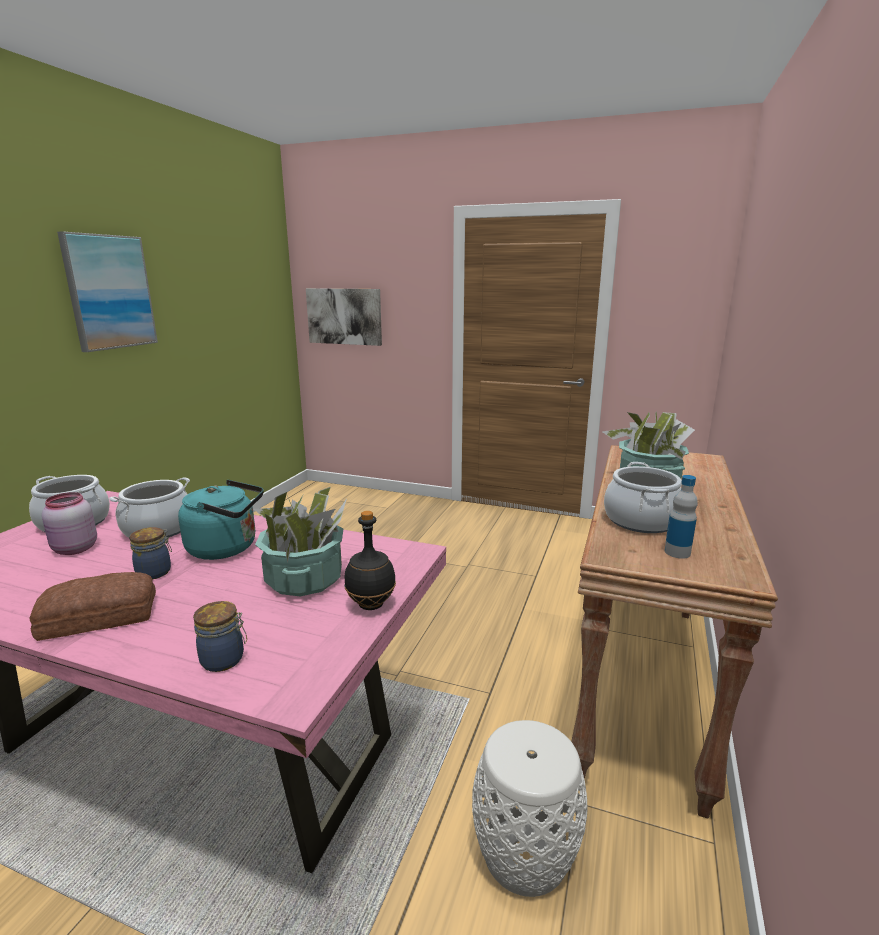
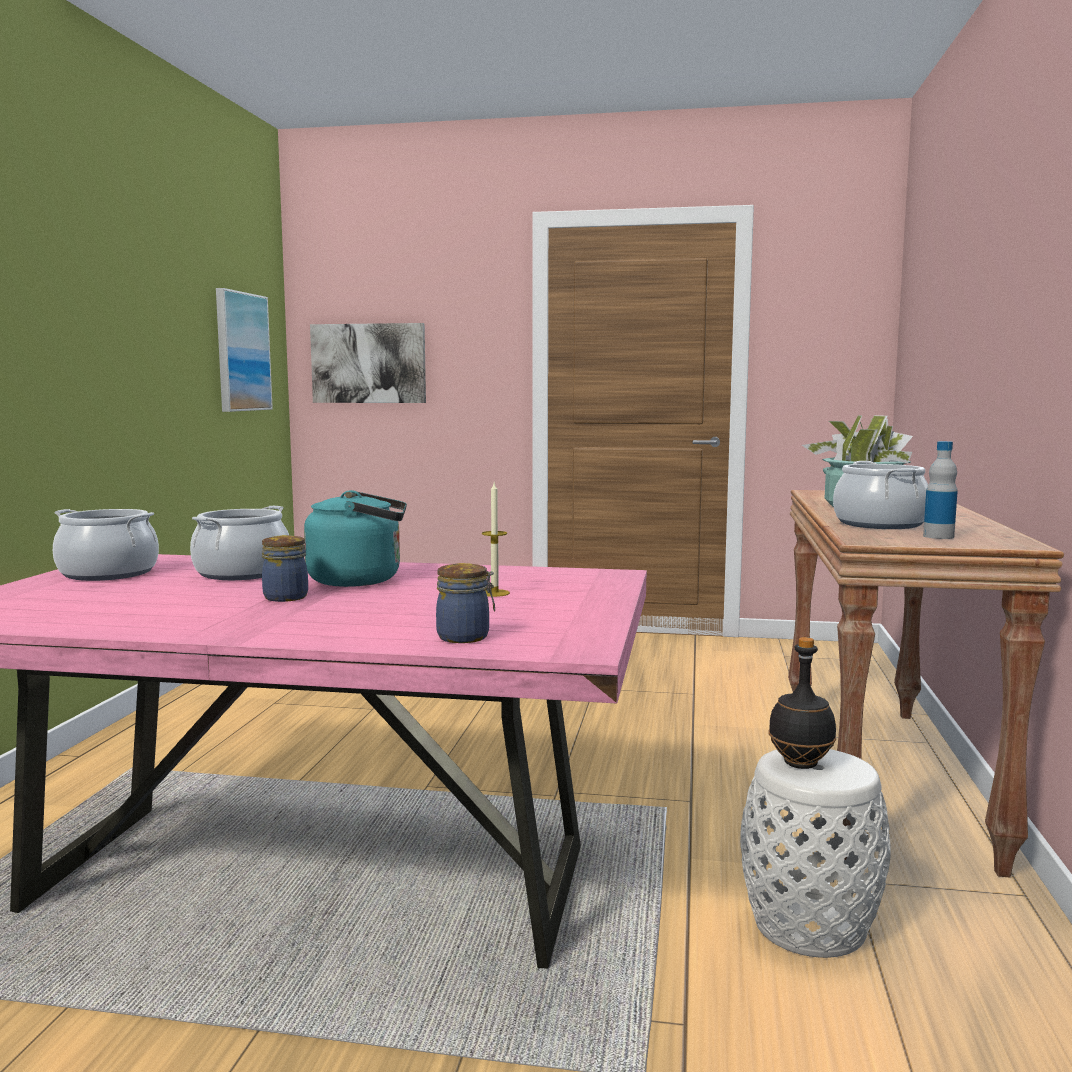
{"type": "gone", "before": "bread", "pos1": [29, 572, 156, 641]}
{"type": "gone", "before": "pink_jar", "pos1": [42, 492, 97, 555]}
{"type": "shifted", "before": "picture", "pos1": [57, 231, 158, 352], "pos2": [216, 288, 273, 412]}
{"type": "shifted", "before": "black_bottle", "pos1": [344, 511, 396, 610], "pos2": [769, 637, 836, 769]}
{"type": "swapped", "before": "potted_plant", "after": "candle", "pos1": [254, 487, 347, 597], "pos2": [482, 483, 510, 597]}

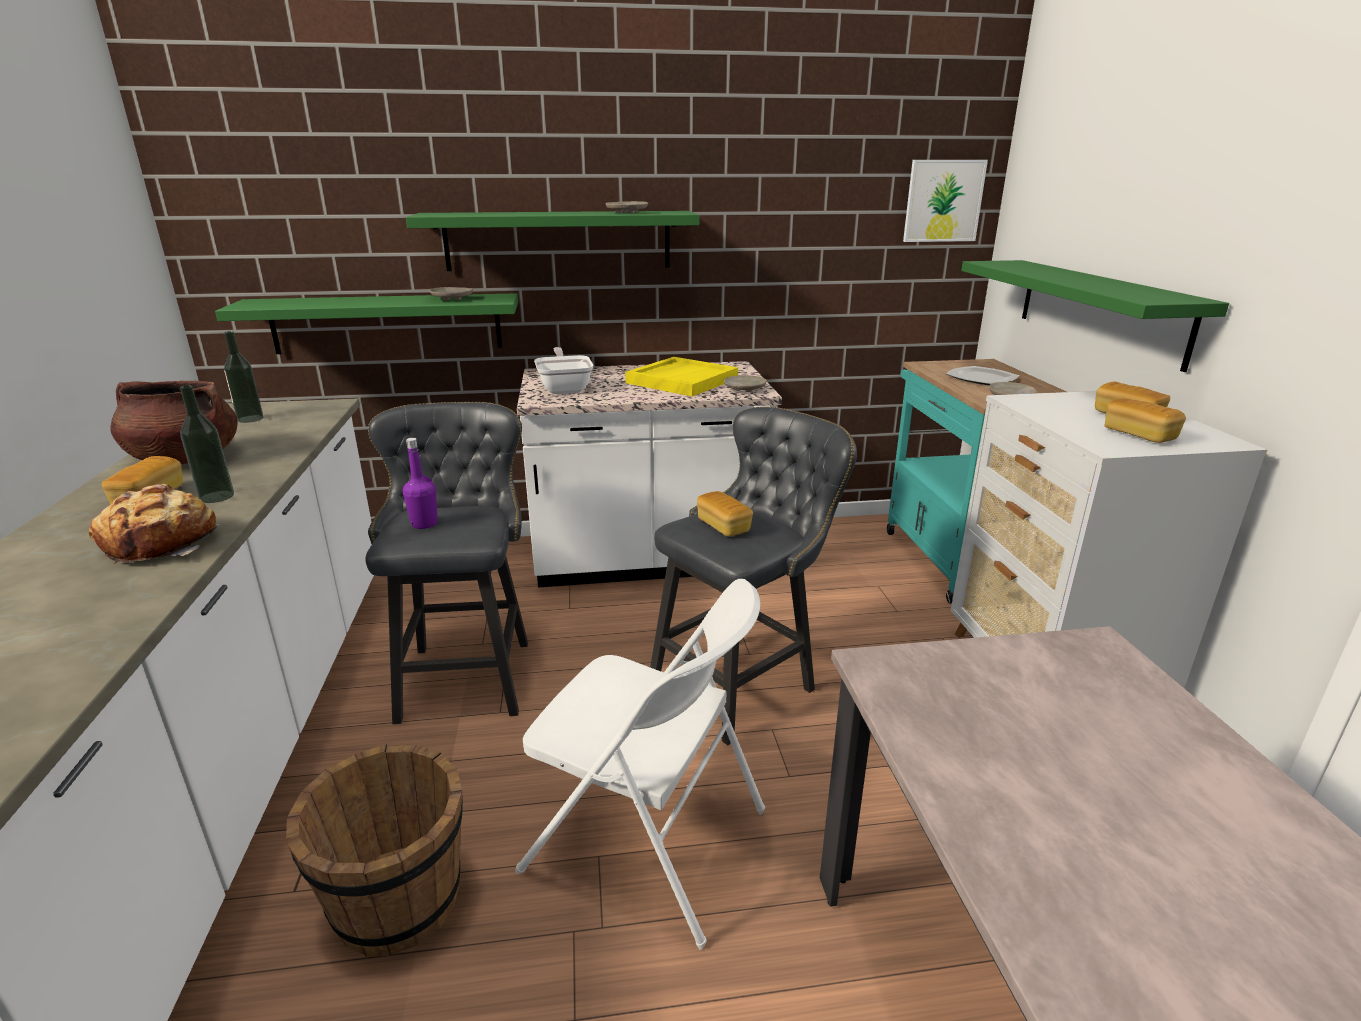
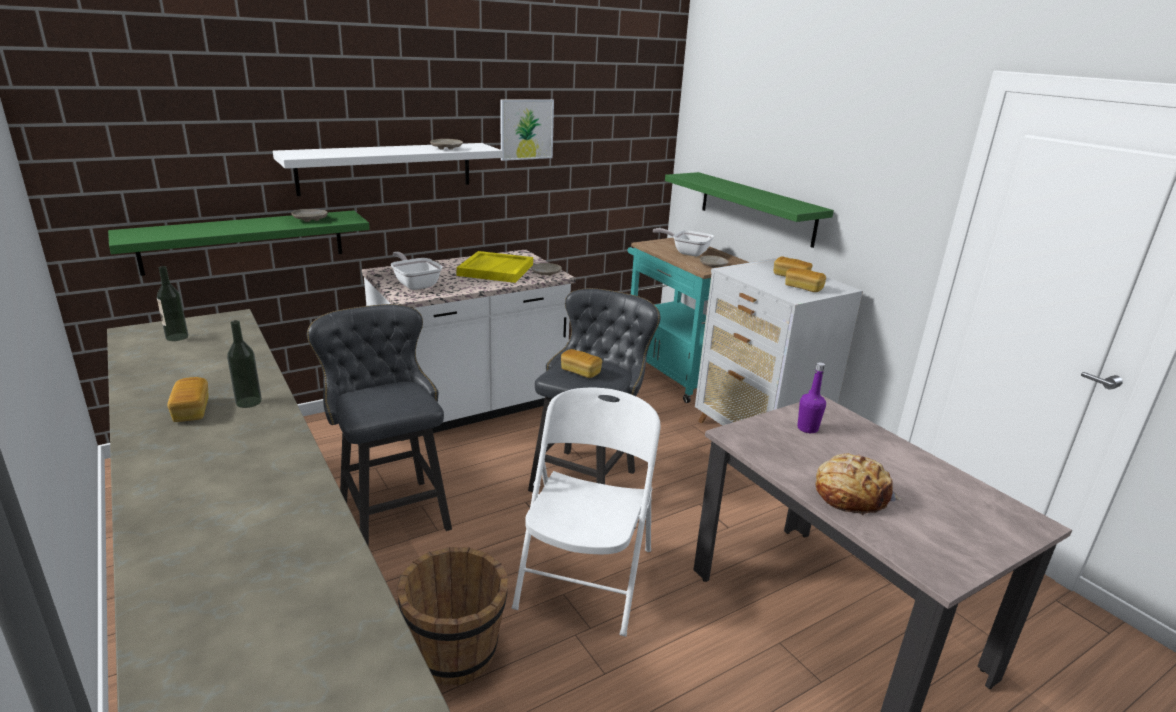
{"type": "gone", "before": "brown_cooking_pot", "pos1": [111, 381, 237, 464]}
{"type": "shifted", "before": "bread", "pos1": [89, 484, 219, 564], "pos2": [815, 453, 901, 515]}
{"type": "shifted", "before": "purple_bottle", "pos1": [403, 438, 438, 529], "pos2": [797, 362, 826, 433]}
{"type": "shifted", "before": "picture", "pos1": [903, 160, 988, 242], "pos2": [501, 99, 554, 161]}
{"type": "swapped", "before": "plate", "after": "frying_pan", "pos1": [946, 366, 1019, 385], "pos2": [653, 228, 714, 256]}
{"type": "repainted", "before": "green_shelf", "after": "white_shelf", "pos1": [406, 211, 699, 271], "pos2": [273, 143, 503, 196]}
{"type": "rotated", "before": "white_chair", "pos1": [516, 579, 765, 950], "pos2": [512, 388, 661, 637], "turn": -75}

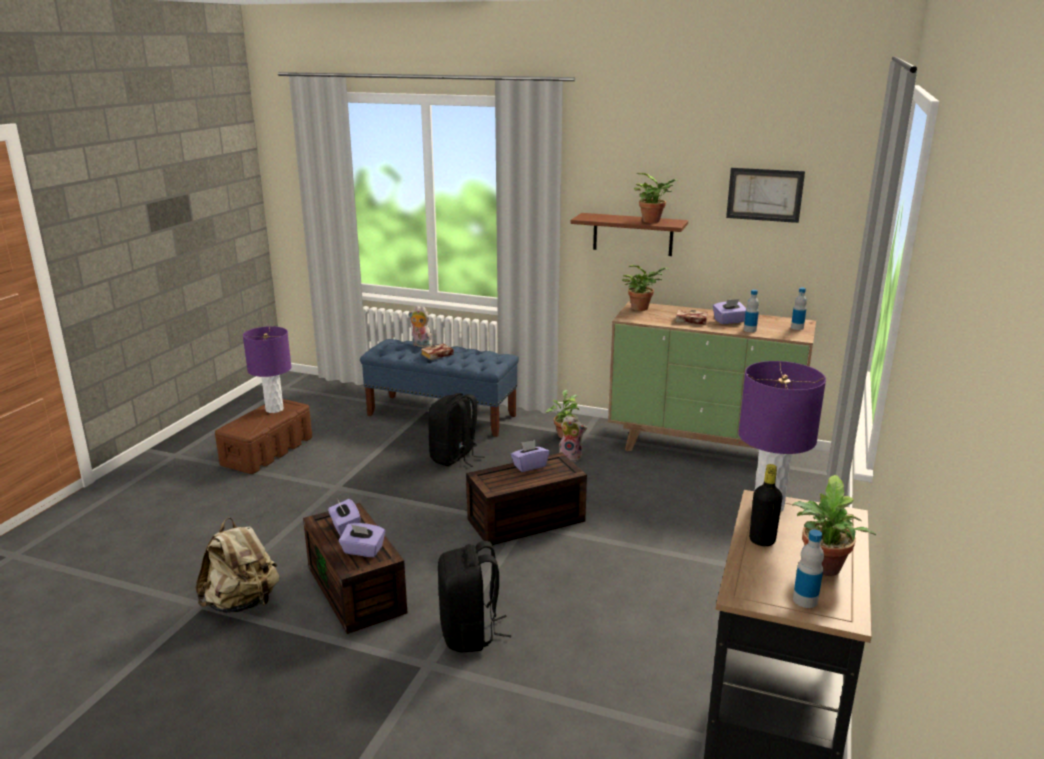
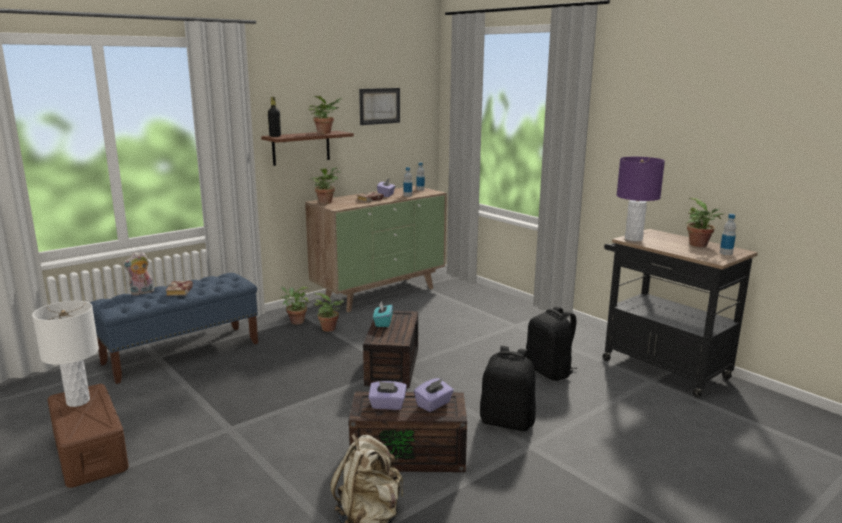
{"type": "shifted", "before": "black_backpack", "pos1": [428, 393, 485, 467], "pos2": [526, 306, 578, 381]}
{"type": "shifted", "before": "black_bottle", "pos1": [749, 464, 783, 546], "pos2": [268, 97, 281, 137]}
{"type": "swapped", "before": "plush_toy", "after": "potted_plant", "pos1": [559, 415, 587, 462], "pos2": [314, 293, 344, 332]}
{"type": "repainted", "before": "purple_table_lamp", "after": "white_table_lamp", "pos1": [243, 326, 291, 413], "pos2": [32, 301, 99, 407]}
{"type": "repainted", "before": "purple_tissue_box", "after": "turquoise_tissue_box", "pos1": [511, 440, 549, 472], "pos2": [373, 301, 393, 327]}

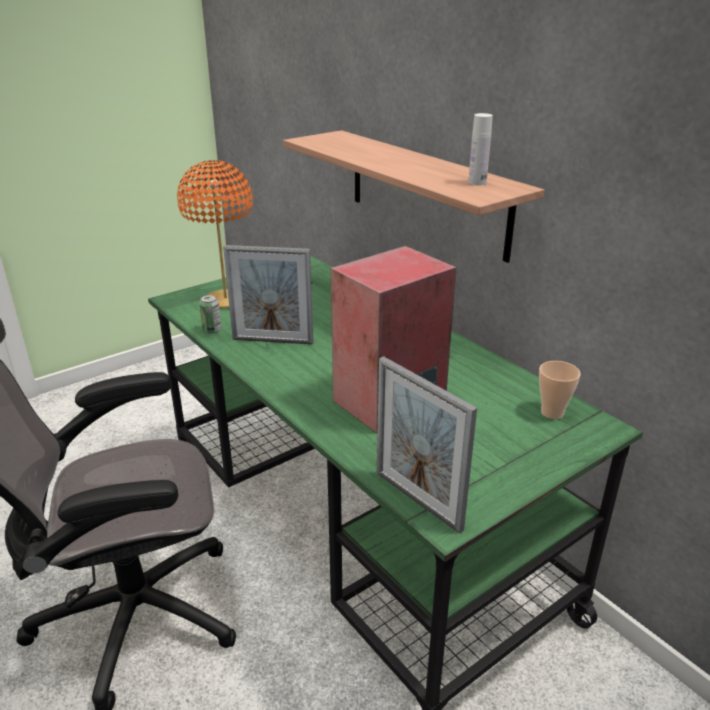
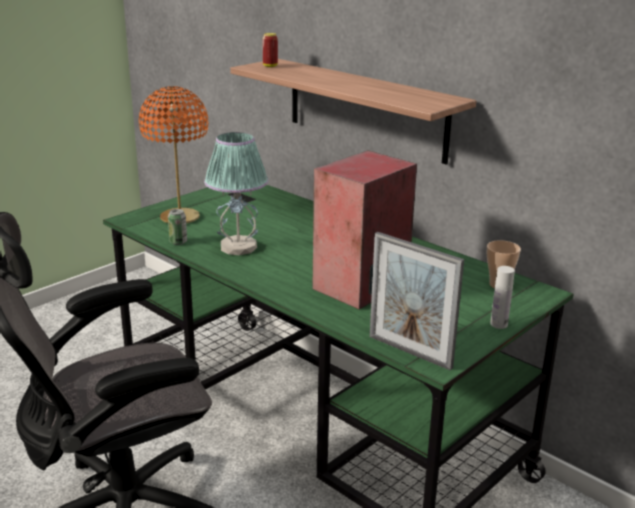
{"type": "new", "after": "can", "pos2": [262, 33, 278, 67]}
{"type": "shifted", "before": "white_bottle", "pos1": [468, 113, 493, 185], "pos2": [490, 266, 515, 329]}
{"type": "swapped", "before": "picture_frame", "after": "table_lamp", "pos1": [223, 245, 313, 345], "pos2": [204, 132, 269, 255]}

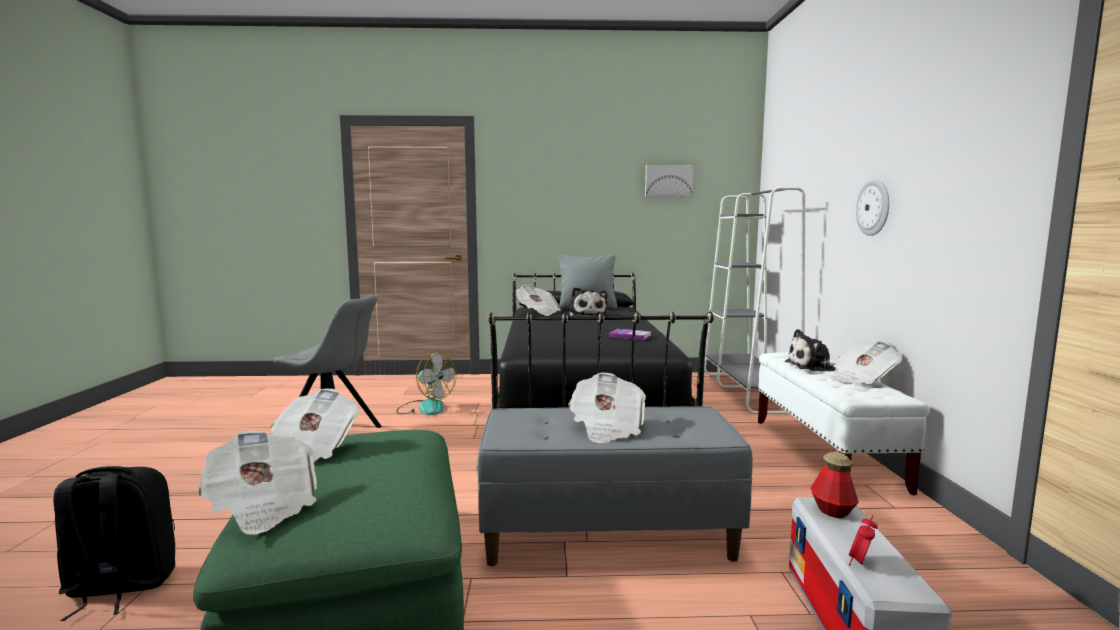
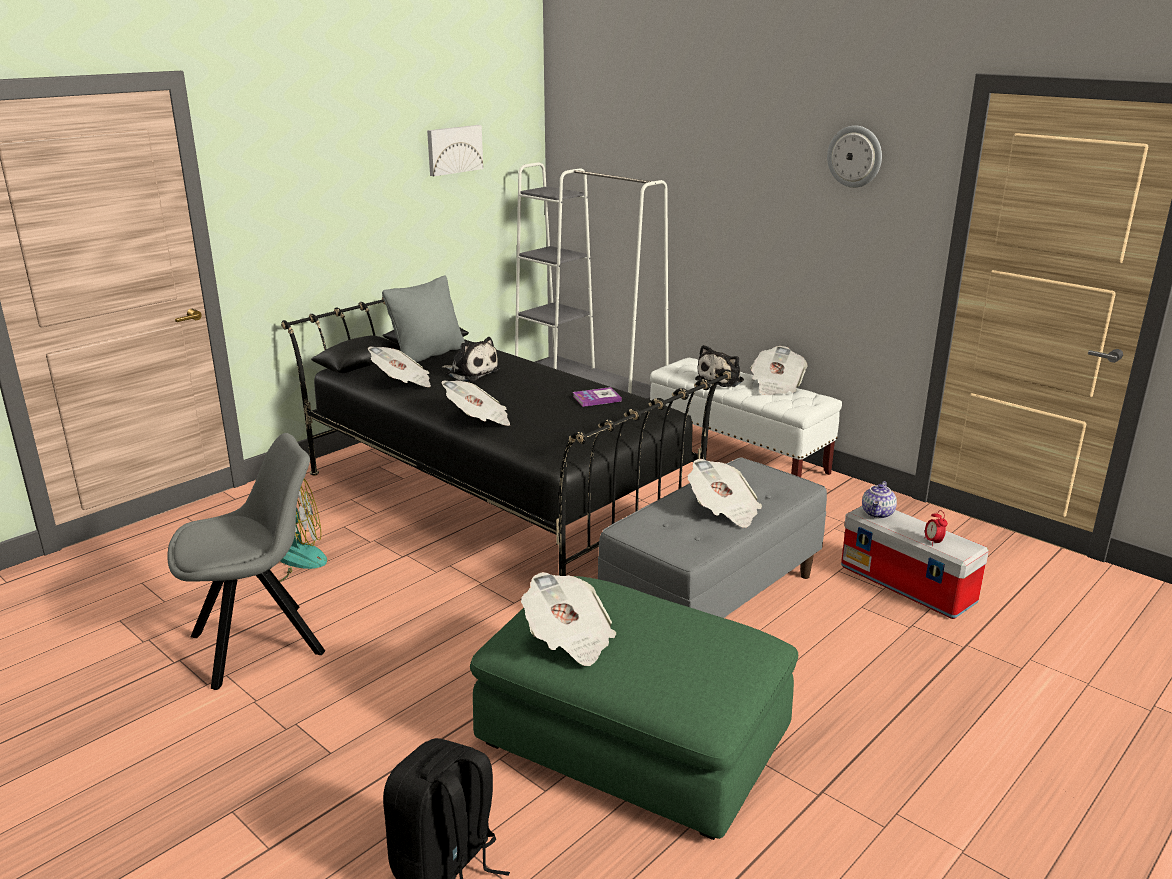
{"type": "shifted", "before": "newspaper", "pos1": [197, 430, 317, 535], "pos2": [441, 380, 510, 426]}
{"type": "shifted", "before": "wall_clock", "pos1": [856, 179, 889, 236], "pos2": [827, 125, 882, 188]}
{"type": "swapped", "before": "bottle", "after": "teapot", "pos1": [811, 452, 859, 518], "pos2": [862, 481, 897, 519]}

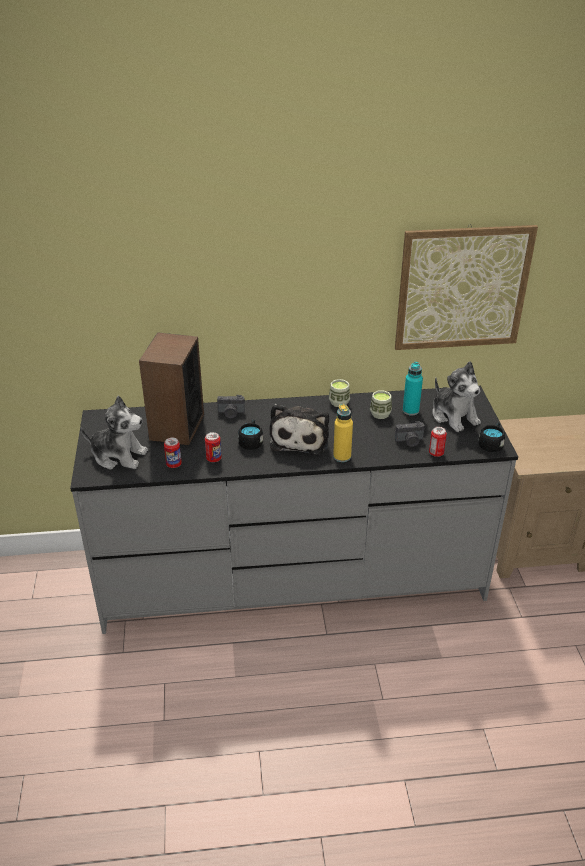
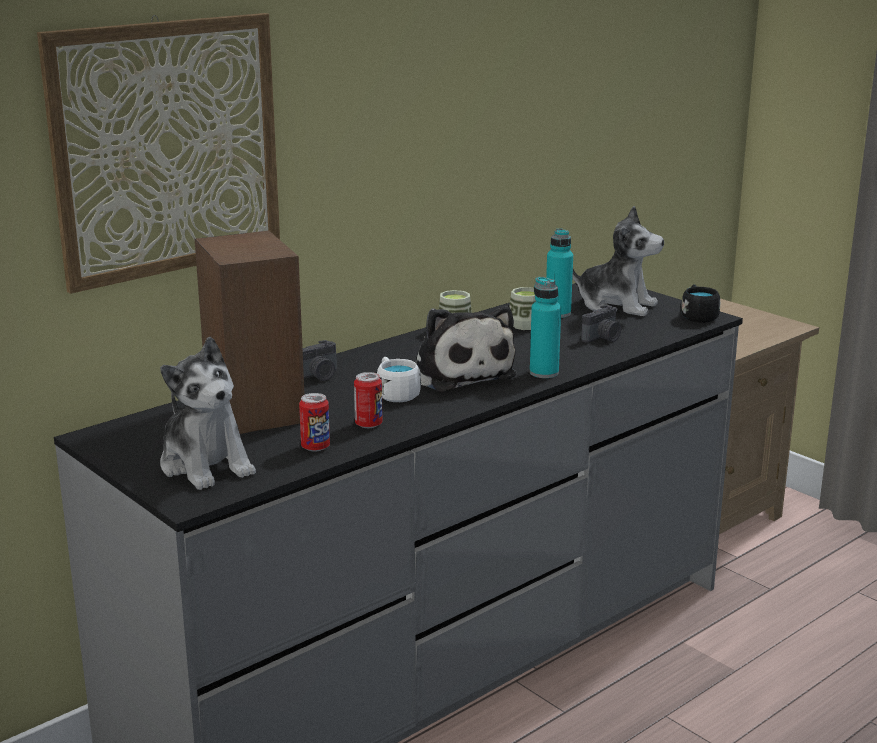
{"type": "gone", "before": "can", "pos1": [429, 427, 447, 457]}
{"type": "shifted", "before": "picture", "pos1": [395, 224, 538, 350], "pos2": [37, 13, 280, 294]}
{"type": "repainted", "before": "black_mug", "after": "white_mug", "pos1": [238, 419, 263, 450], "pos2": [377, 357, 421, 402]}
{"type": "repainted", "before": "yellow_bottle", "after": "turquoise_bottle", "pos1": [333, 404, 353, 462], "pos2": [530, 277, 561, 378]}
{"type": "rotated", "before": "plush_toy", "pos1": [81, 396, 148, 470], "pos2": [160, 336, 256, 490], "turn": 75}

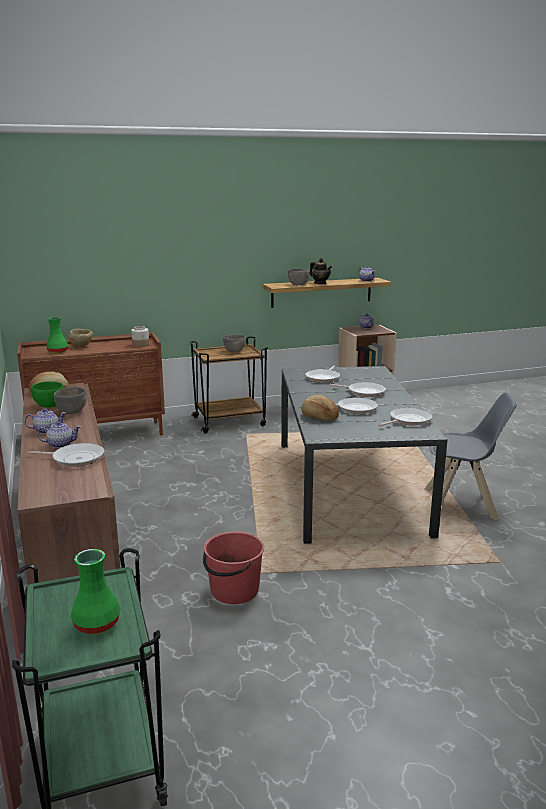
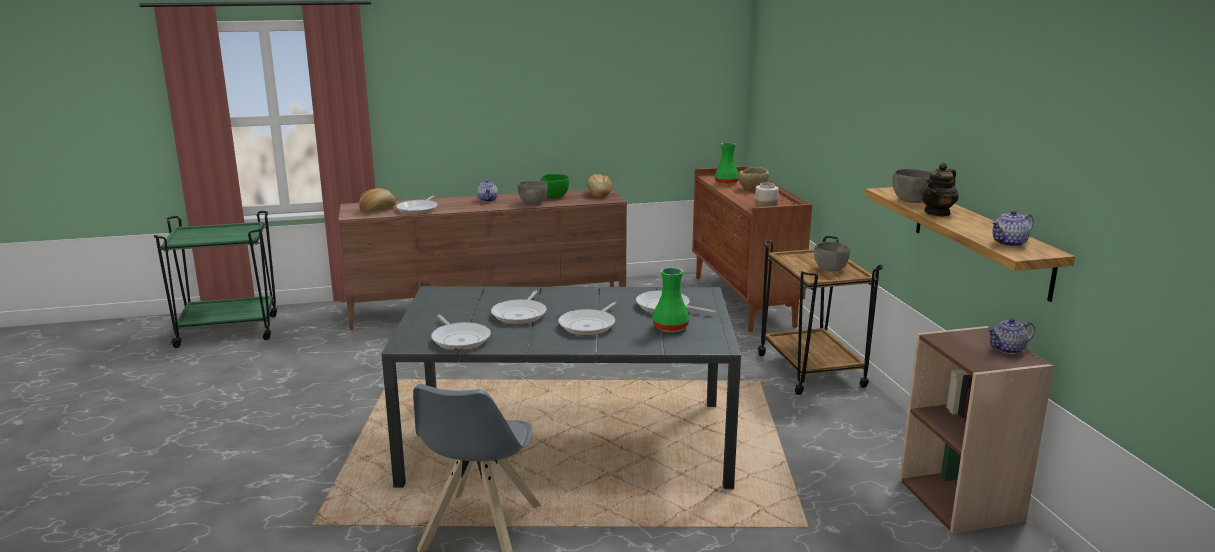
{"type": "gone", "before": "teapot", "pos1": [37, 421, 81, 448]}
{"type": "gone", "before": "red_bucket", "pos1": [203, 531, 264, 604]}
{"type": "shifted", "before": "green_vase", "pos1": [71, 549, 121, 634], "pos2": [652, 268, 690, 332]}
{"type": "shifted", "before": "bread", "pos1": [301, 395, 339, 421], "pos2": [359, 188, 396, 213]}

